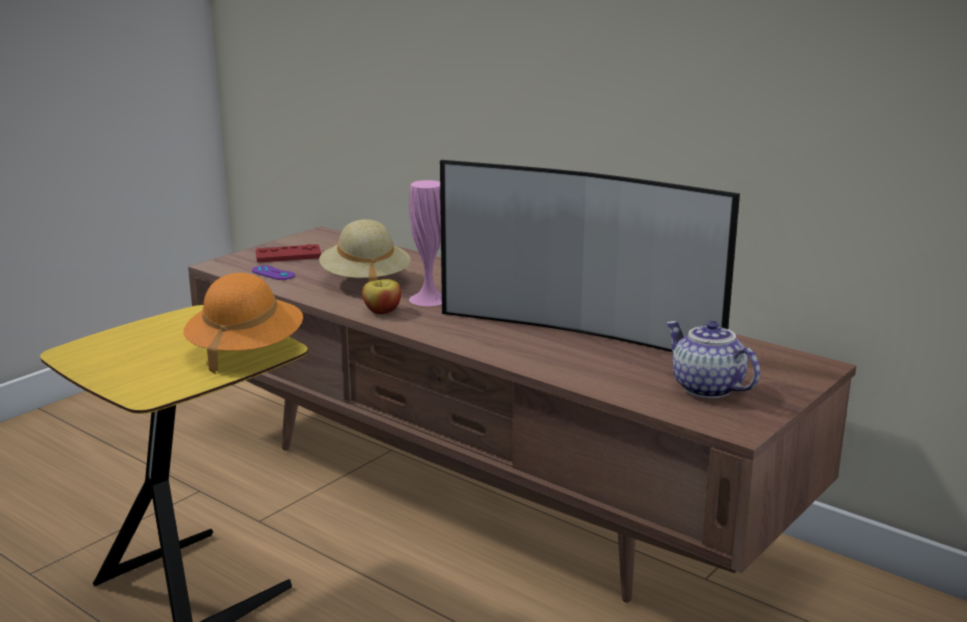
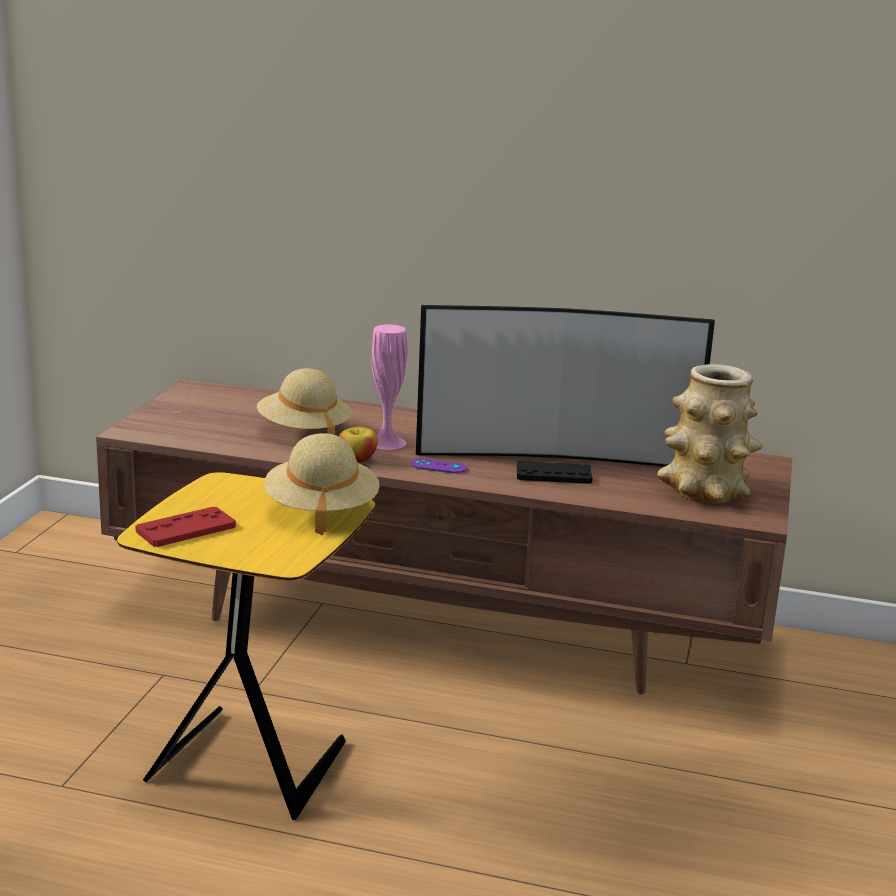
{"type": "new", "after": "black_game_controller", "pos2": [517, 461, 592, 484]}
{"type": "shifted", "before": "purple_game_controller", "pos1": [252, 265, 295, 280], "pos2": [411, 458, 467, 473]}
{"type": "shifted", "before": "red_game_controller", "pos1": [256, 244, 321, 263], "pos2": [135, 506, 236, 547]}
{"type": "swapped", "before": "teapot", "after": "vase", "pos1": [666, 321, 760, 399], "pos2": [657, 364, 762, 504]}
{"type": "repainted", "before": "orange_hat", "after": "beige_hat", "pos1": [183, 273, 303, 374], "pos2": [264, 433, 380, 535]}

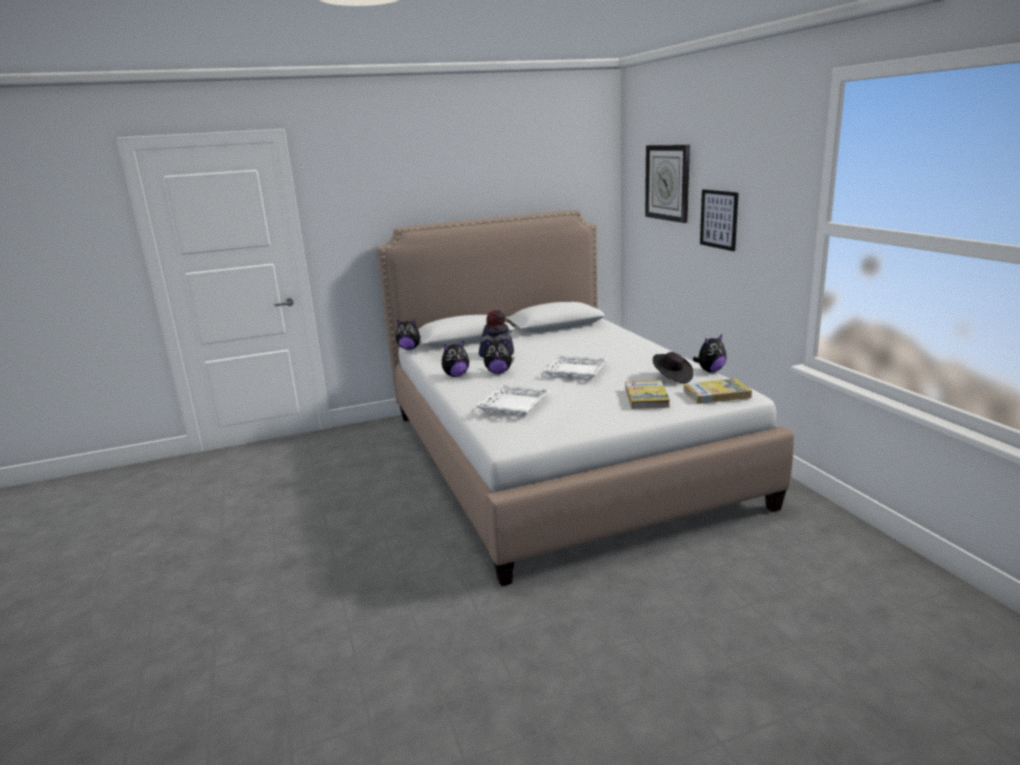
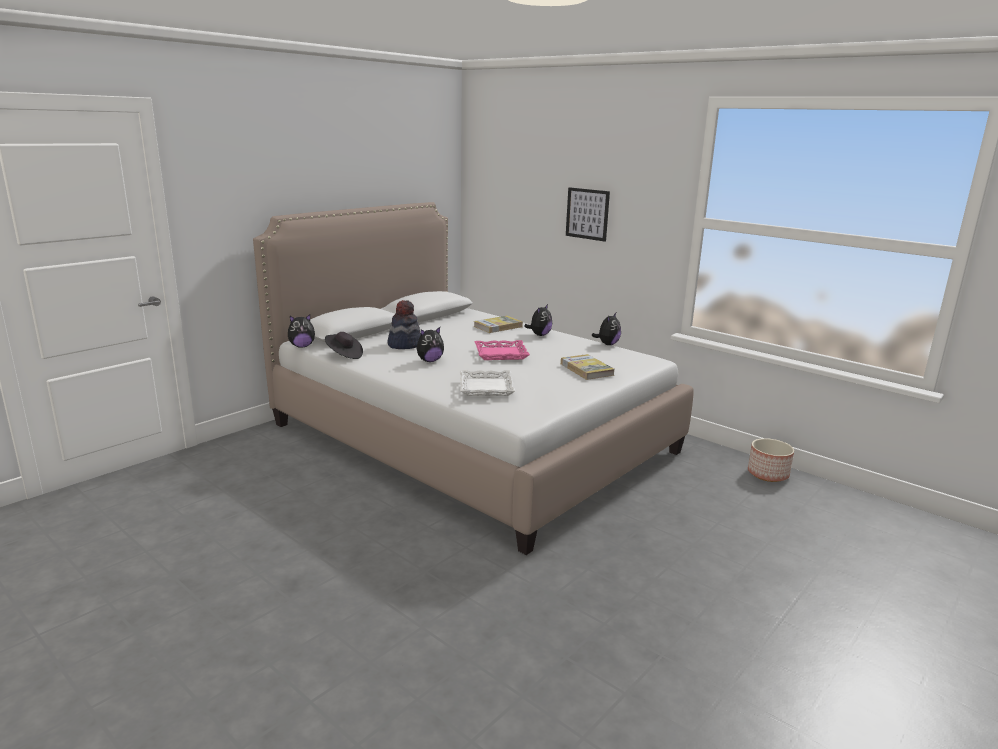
{"type": "gone", "before": "wall_clock", "pos1": [645, 145, 690, 223]}
{"type": "new", "after": "planter", "pos2": [748, 438, 794, 482]}
{"type": "shifted", "before": "plush_toy", "pos1": [442, 340, 469, 377], "pos2": [524, 304, 552, 336]}
{"type": "shifted", "before": "black_hat", "pos1": [653, 352, 694, 383], "pos2": [325, 332, 363, 359]}
{"type": "shifted", "before": "book", "pos1": [683, 378, 752, 404], "pos2": [474, 316, 523, 333]}
{"type": "repainted", "before": "white_tray", "after": "pink_tray", "pos1": [543, 356, 607, 379], "pos2": [474, 340, 530, 360]}

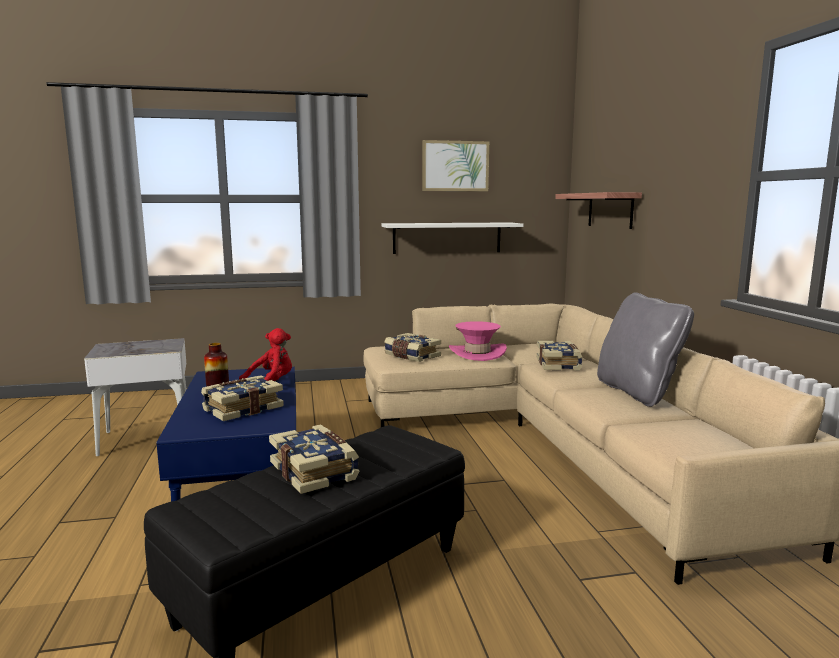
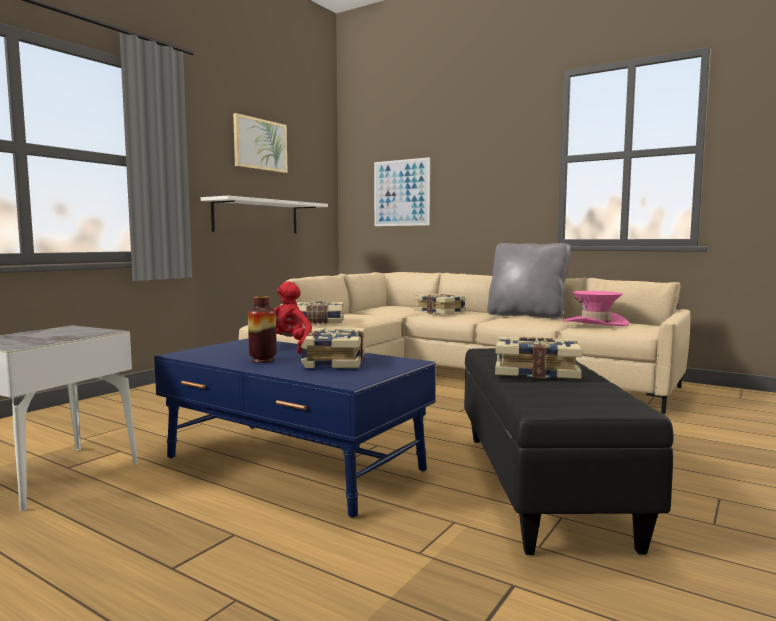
{"type": "shifted", "before": "pink_hat", "pos1": [449, 321, 507, 361], "pos2": [563, 291, 629, 326]}
{"type": "swapped", "before": "shelf", "after": "picture", "pos1": [555, 192, 642, 229], "pos2": [374, 157, 430, 226]}

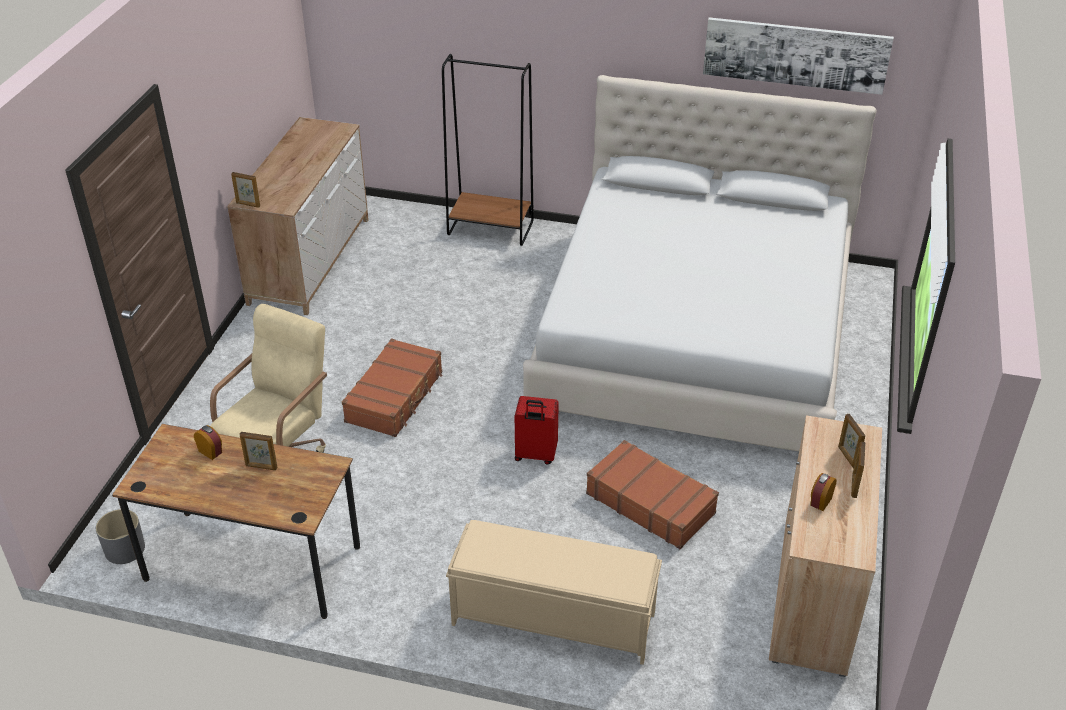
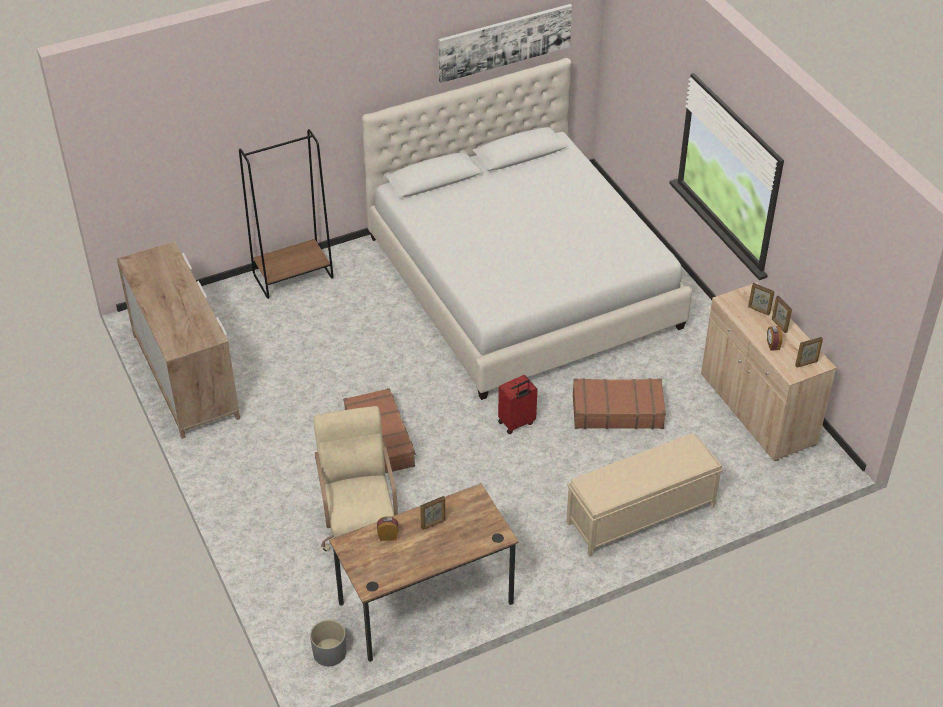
{"type": "shifted", "before": "picture_frame", "pos1": [231, 172, 260, 208], "pos2": [795, 337, 823, 368]}

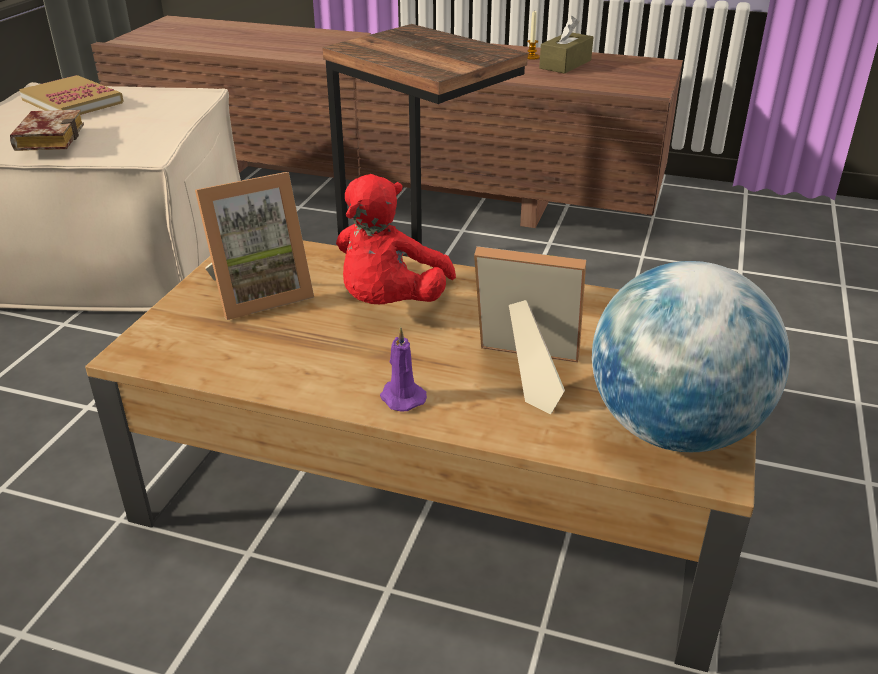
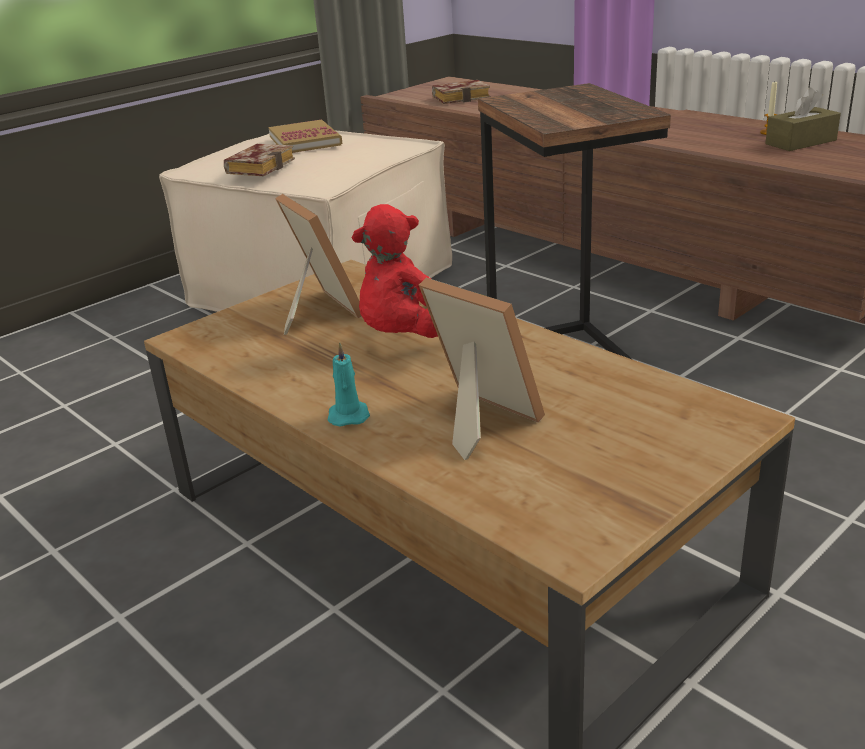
{"type": "gone", "before": "globe", "pos1": [592, 261, 790, 452]}
{"type": "new", "after": "book", "pos2": [432, 80, 490, 104]}
{"type": "repainted", "before": "purple_candle", "after": "turquoise_candle", "pos1": [380, 327, 427, 411], "pos2": [328, 342, 370, 427]}
{"type": "rotated", "before": "picture_frame", "pos1": [195, 172, 314, 320], "pos2": [275, 194, 362, 335], "turn": -120}

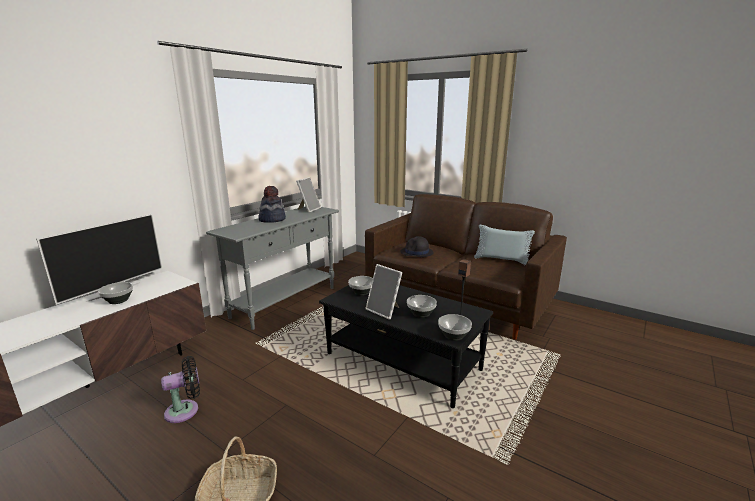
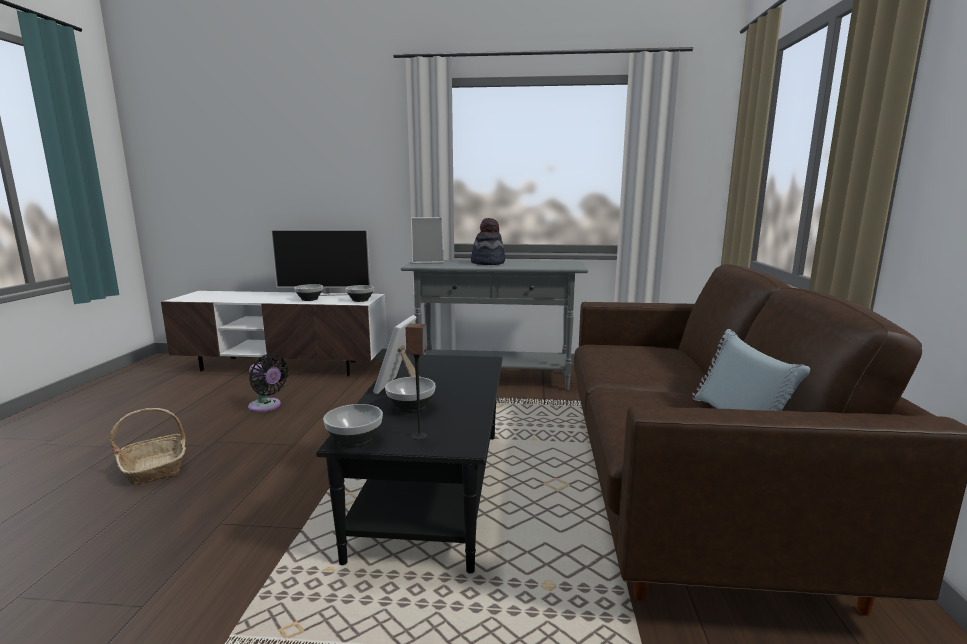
{"type": "gone", "before": "black_hat", "pos1": [400, 236, 434, 257]}
{"type": "shifted", "before": "picture_frame", "pos1": [296, 177, 321, 213], "pos2": [411, 217, 444, 264]}
{"type": "shifted", "before": "bowl", "pos1": [348, 276, 373, 296], "pos2": [346, 285, 374, 302]}

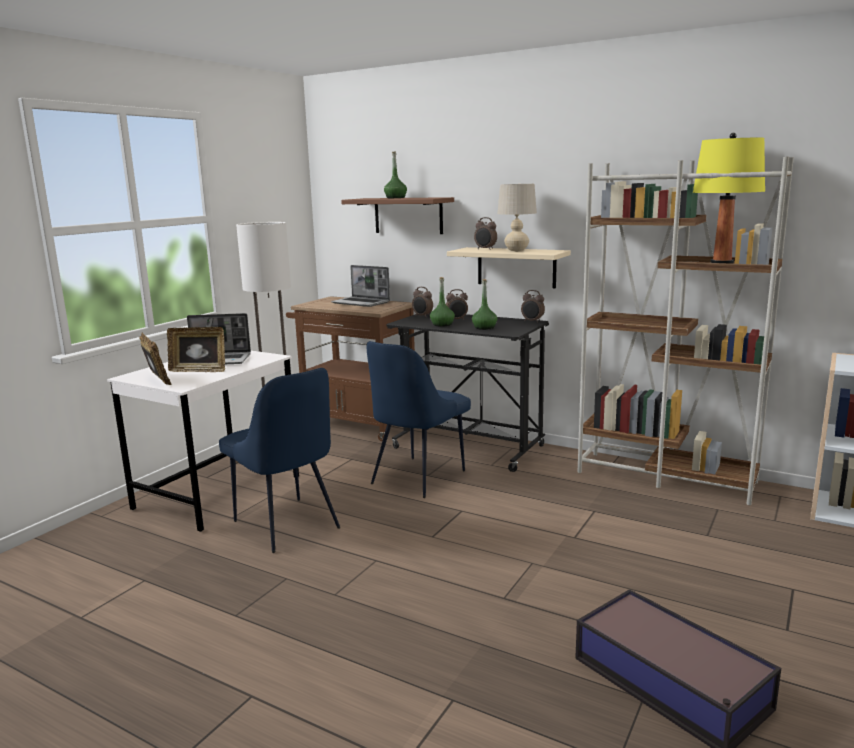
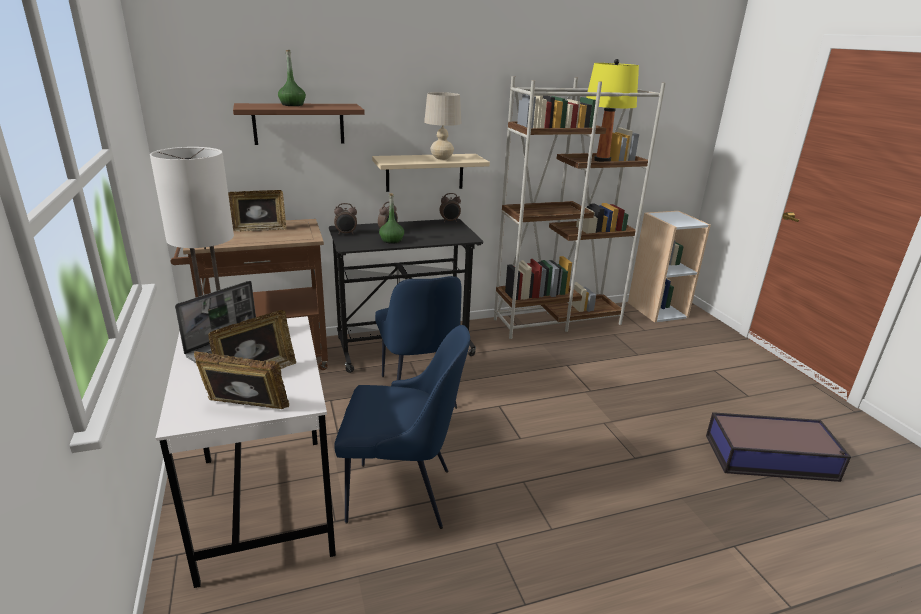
{"type": "gone", "before": "green_bottle", "pos1": [472, 279, 497, 330]}
{"type": "gone", "before": "alarm_clock", "pos1": [474, 217, 497, 250]}
{"type": "swapped", "before": "laptop", "after": "picture_frame", "pos1": [331, 265, 390, 307], "pos2": [228, 190, 286, 232]}

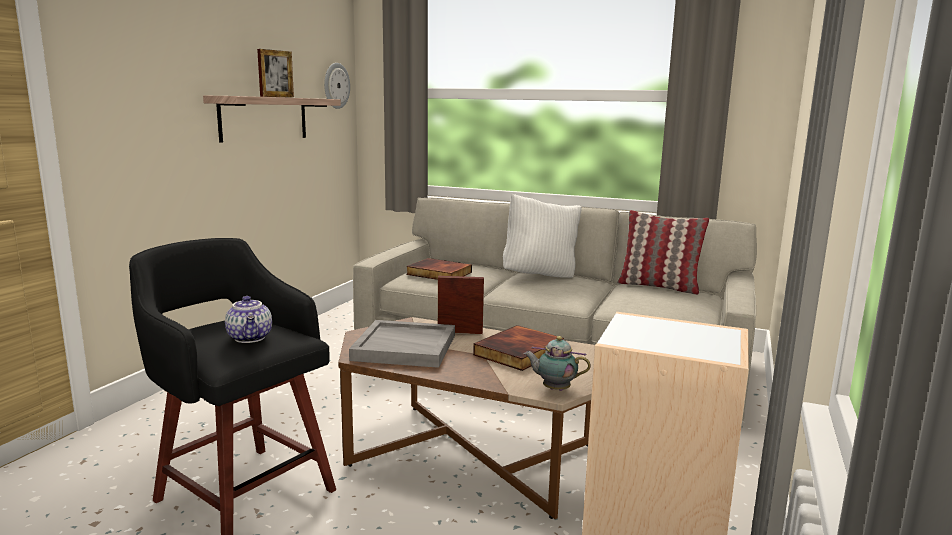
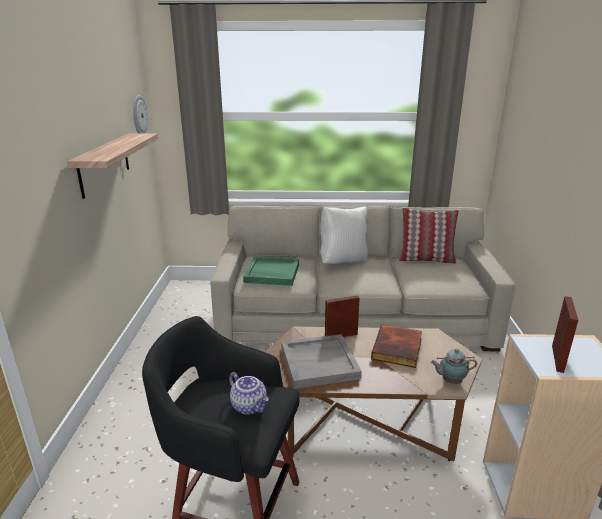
{"type": "shifted", "before": "picture_frame", "pos1": [257, 49, 294, 98], "pos2": [552, 296, 578, 373]}
{"type": "swapped", "before": "book", "after": "green_tray", "pos1": [406, 258, 472, 280], "pos2": [243, 257, 299, 286]}

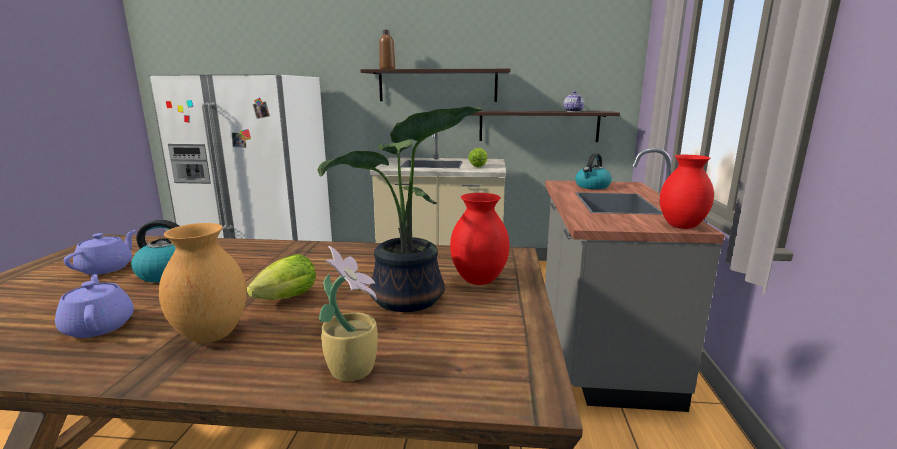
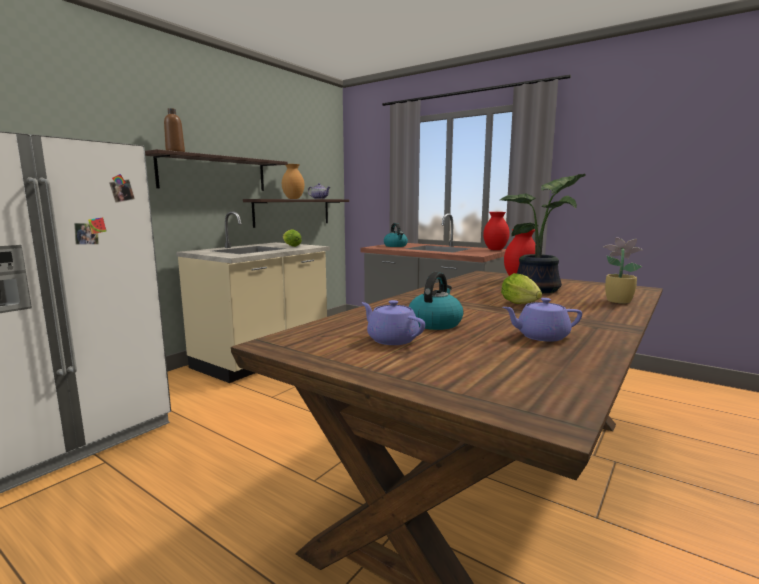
{"type": "shifted", "before": "brown_vase", "pos1": [159, 223, 247, 343], "pos2": [282, 164, 304, 199]}

